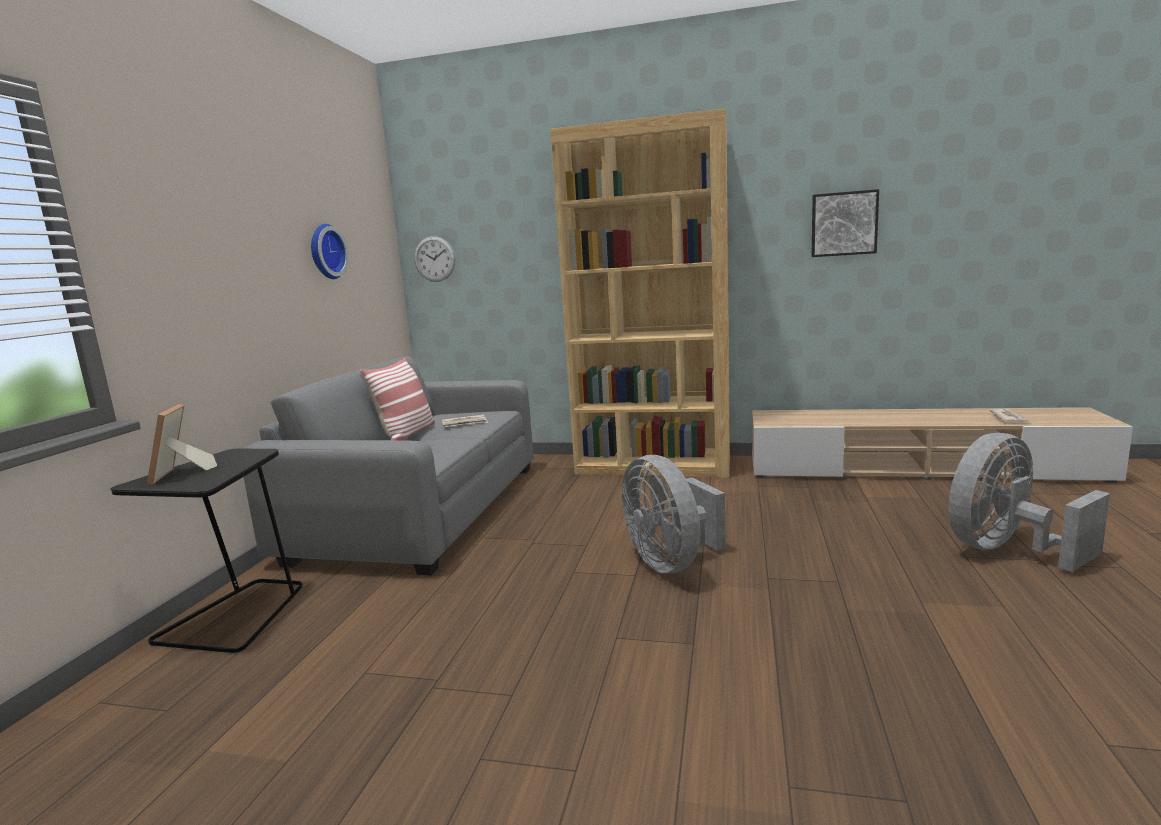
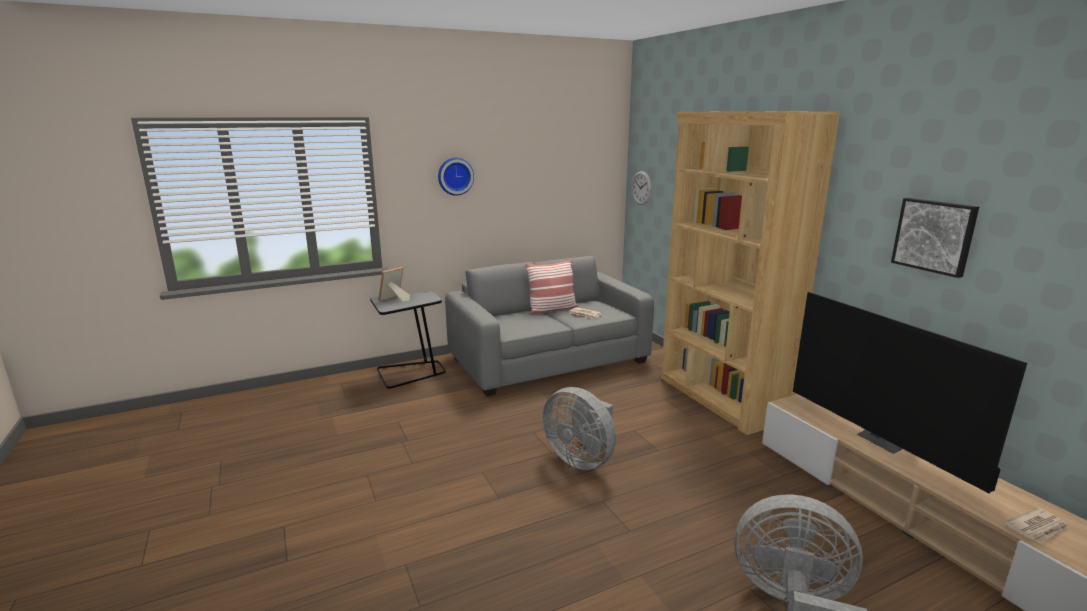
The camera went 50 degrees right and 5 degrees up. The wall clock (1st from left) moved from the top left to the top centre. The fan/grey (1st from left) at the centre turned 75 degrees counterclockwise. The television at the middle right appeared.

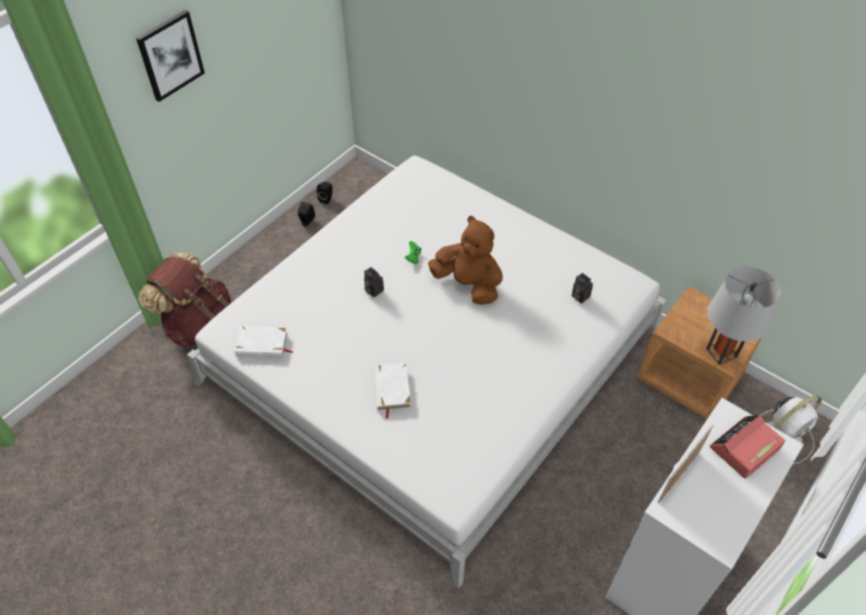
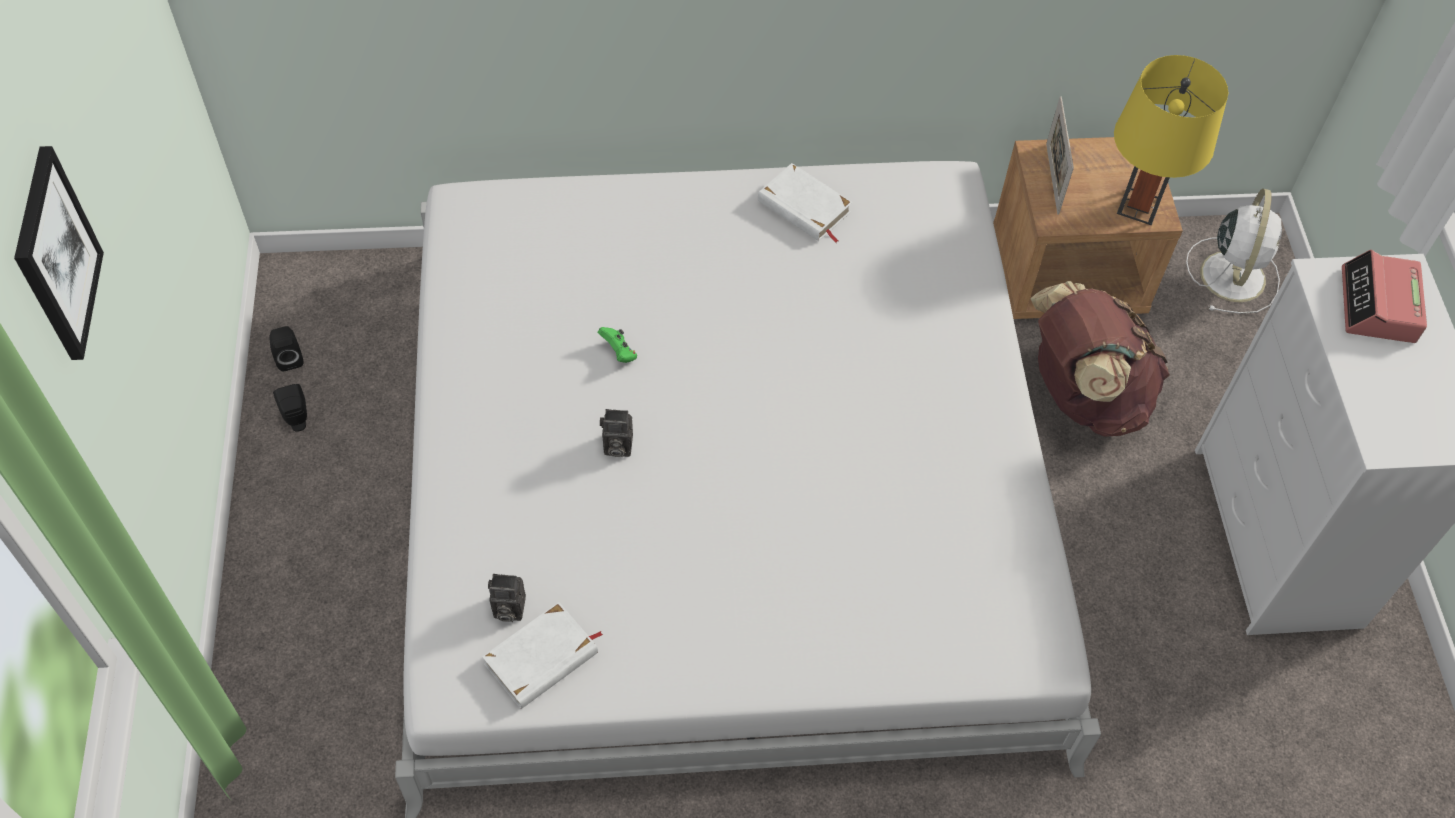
The camera went 45 degrees left and 5 degrees up. The photo camera (2nd from left in the first image) moved from the middle right to the bottom centre. The book/white (2nd from left) moved from the centre to the top centre. The backpack/brown moved from the middle left to the middle right. The picture frame moved from the bottom right to the top right. The table lamp/grey at the middle right became the table lamp/yellow at the top right. The plush toy/brown at the centre disappeared.

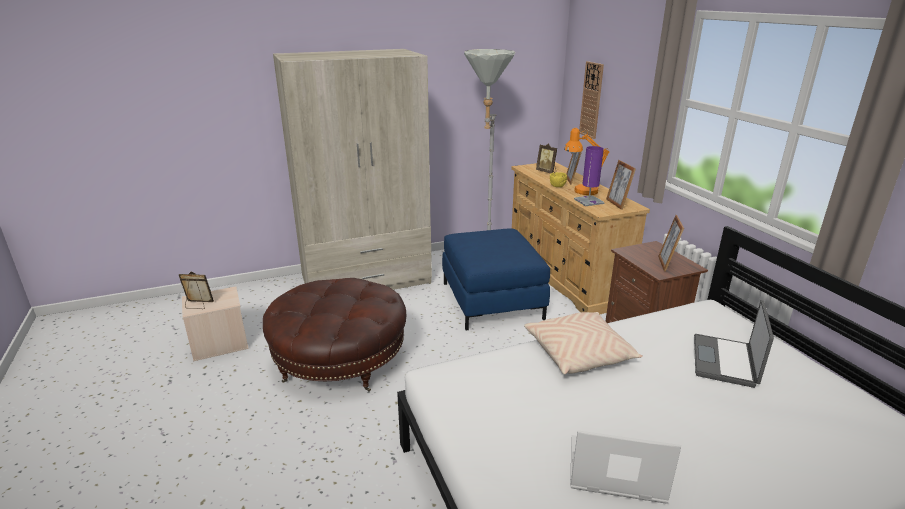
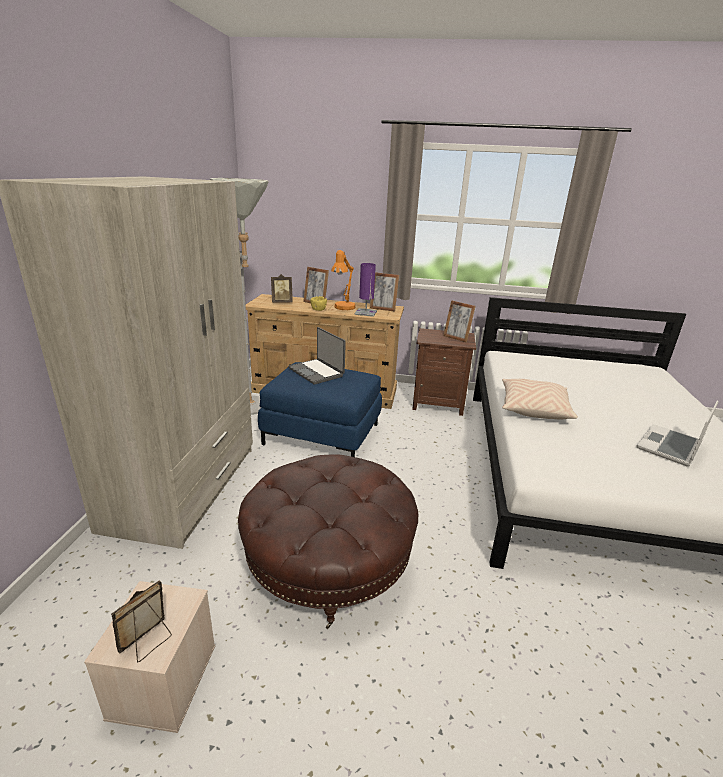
The camera went 60 degrees left and 0 degrees up. The laptop (2nd from left in the first image) moved from the bottom right to the centre. The wall clock at the top centre disappeared.

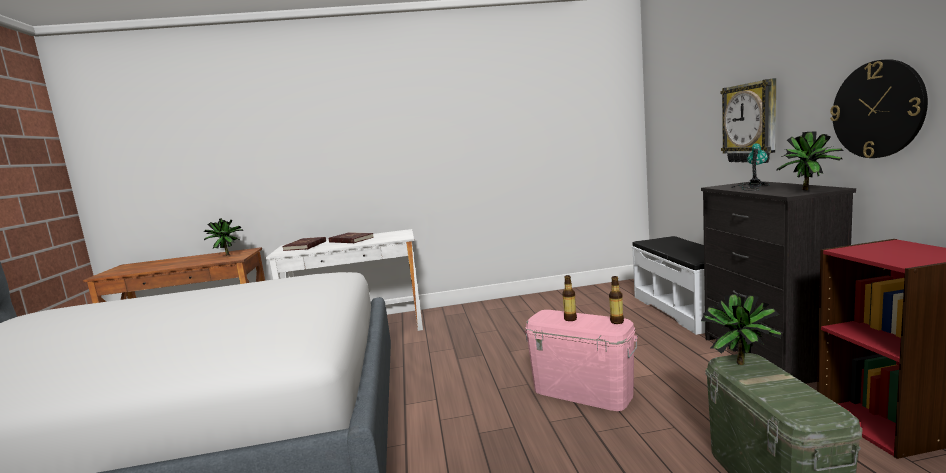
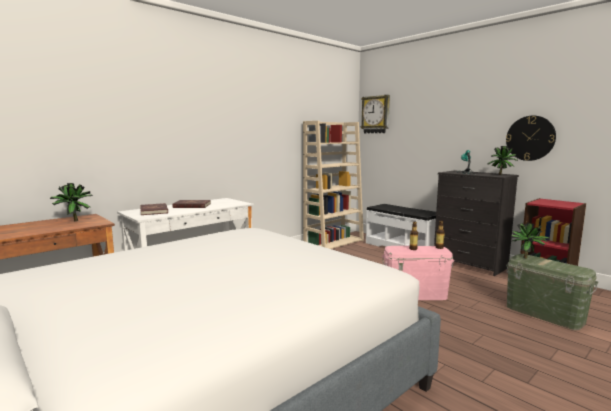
The camera went 35 degrees left and 0 degrees up. The bookcase/beige at the centre appeared. The wall clock (1st from left) moved from the top right to the top centre.

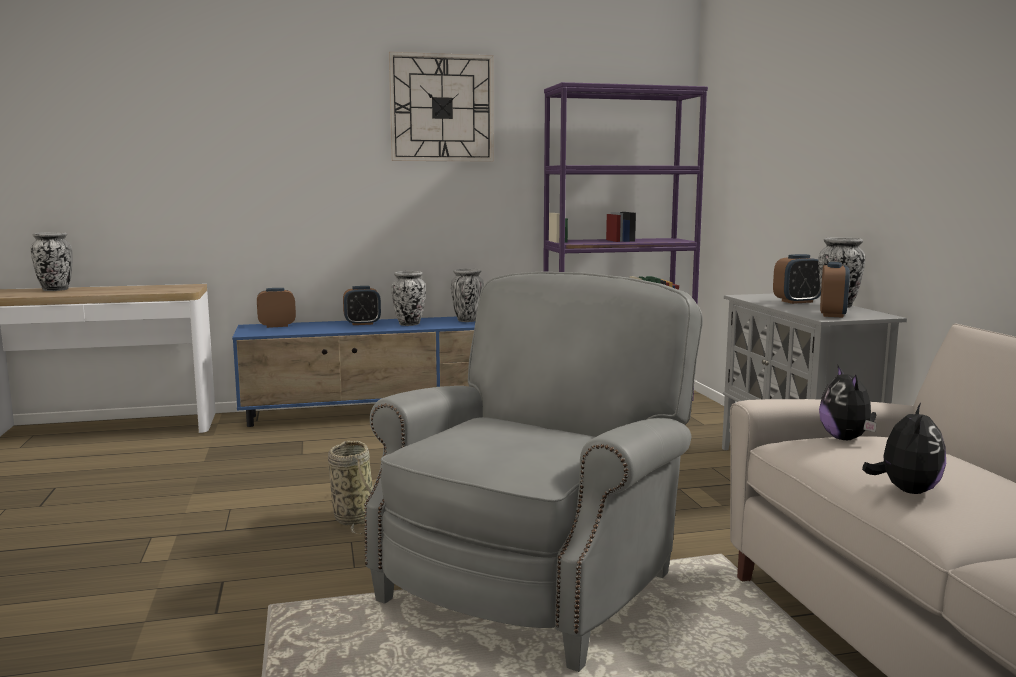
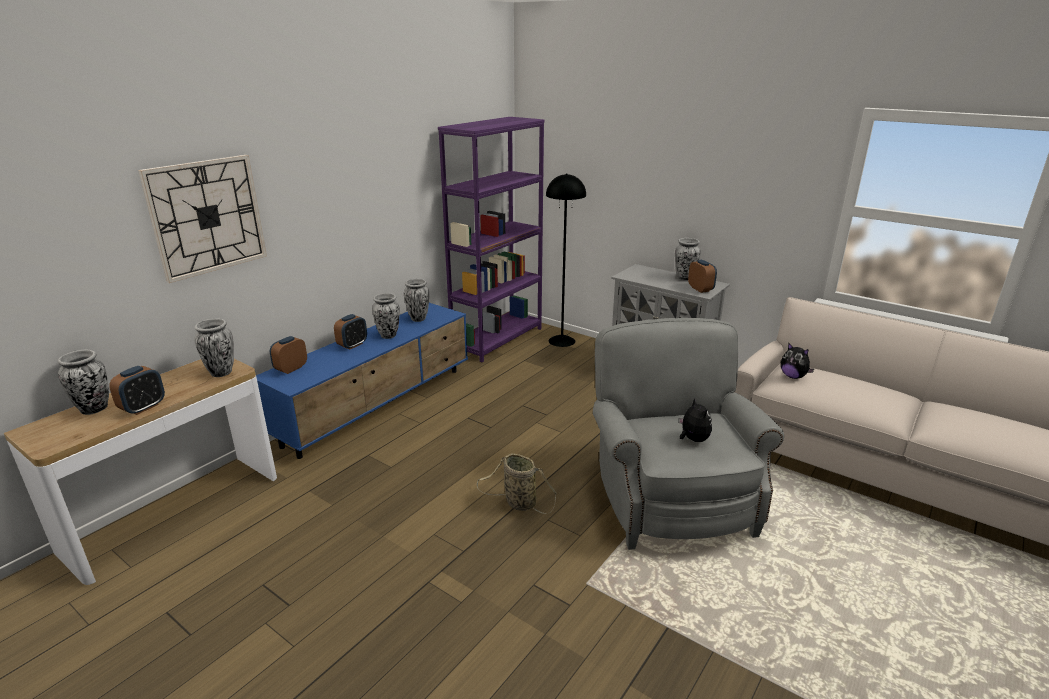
The camera went 40 degrees left and 15 degrees up. The alarm clock (3rd from left in the first image) moved from the middle right to the middle left. The wall clock moved from the top centre to the top left. The vase (2nd from left) at the middle left appeared. The floor lamp/black at the centre appeared. The plush toy (2nd from left in the first image) moved from the middle right to the centre.

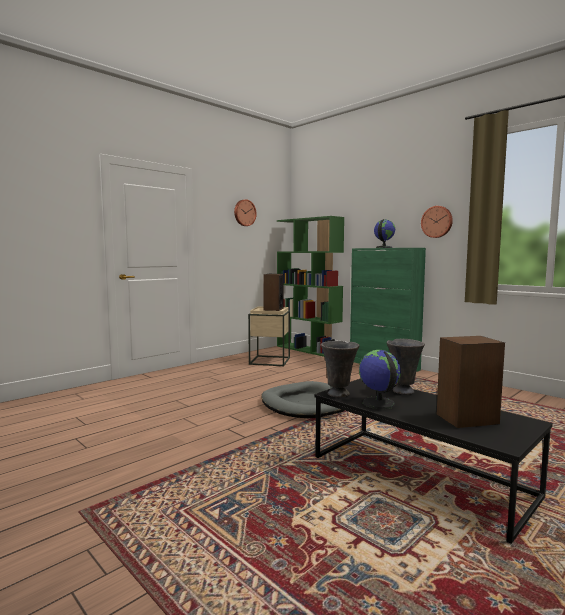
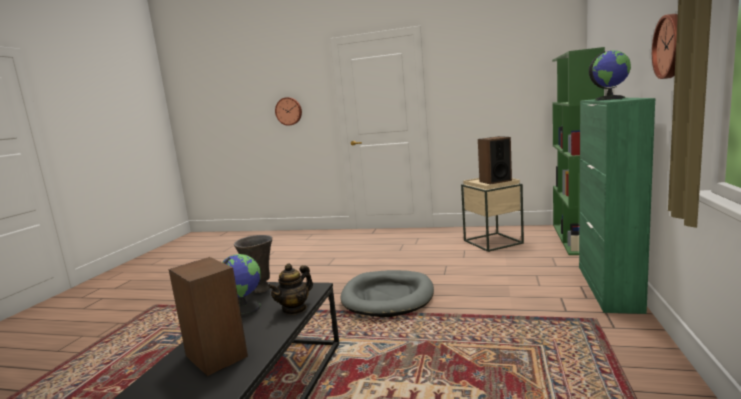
The camera went 60 degrees right and 5 degrees up. The vase/grey (2nd from left) at the middle right was replaced by the teapot at the bottom centre. The wall clock (1st from left) moved from the centre to the top centre.

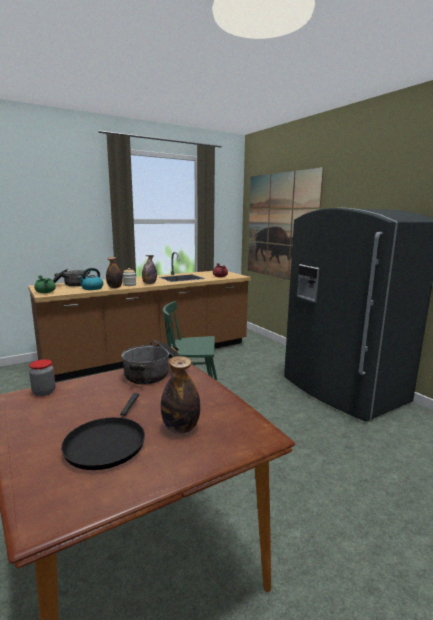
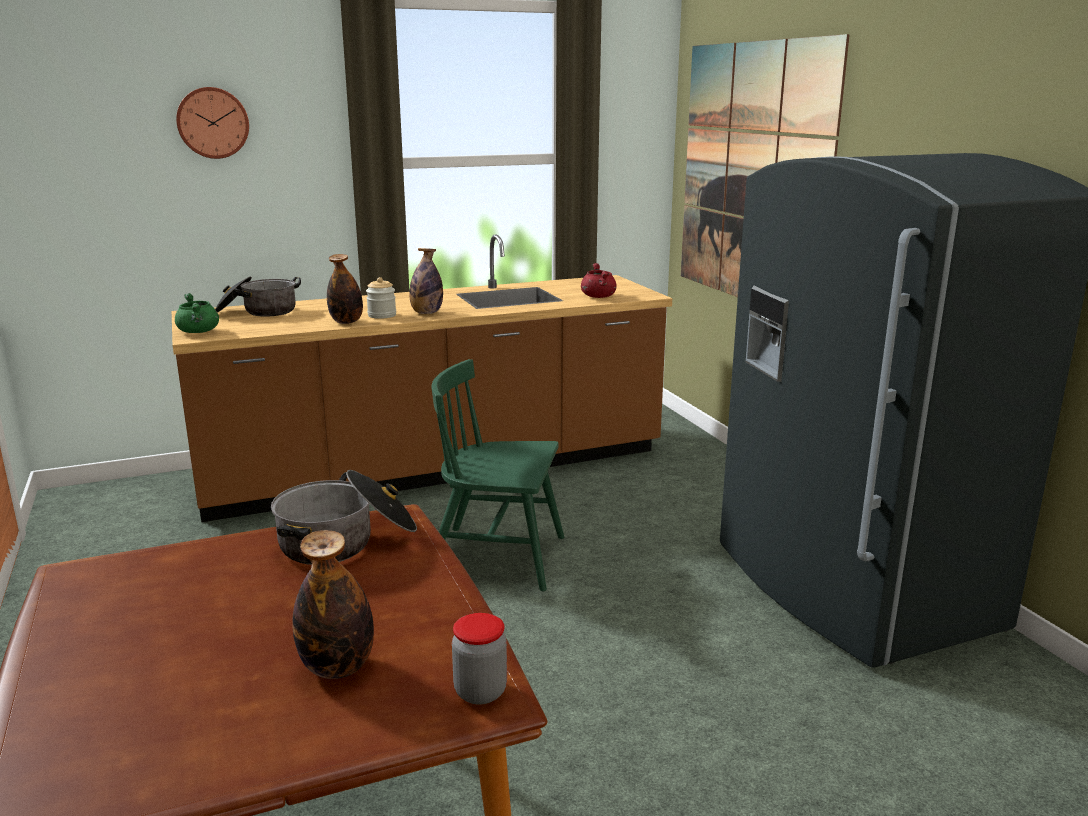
The camera went 10 degrees right and 5 degrees up. The wall clock at the top left appeared. The jar (1st from left in the first image) moved from the middle left to the bottom centre. The frying pan/black at the bottom left disappeared. The kettle at the middle left disappeared.

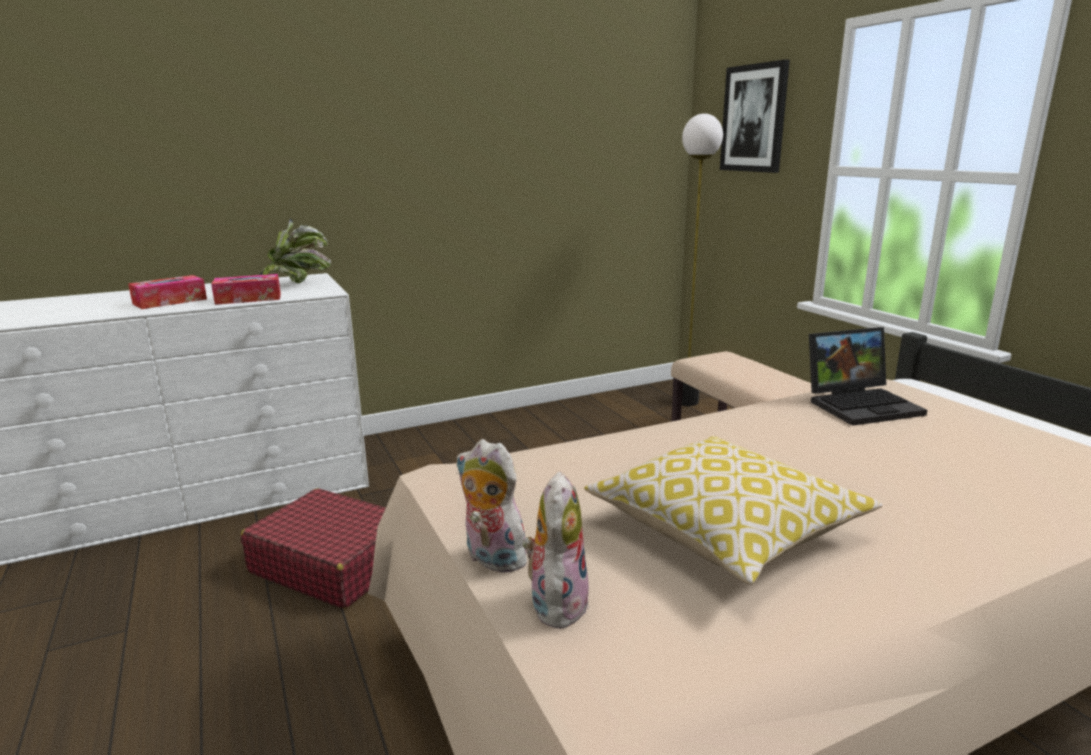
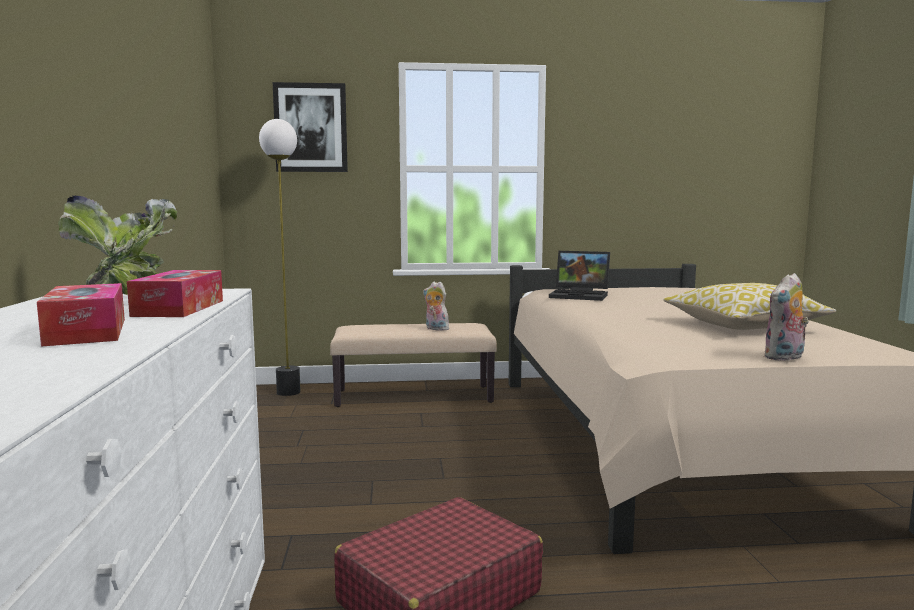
The camera went 70 degrees left and 10 degrees down. The plush toy (2nd from left in the first image) moved from the bottom centre to the centre. The laptop at the middle right turned 105 degrees clockwise.

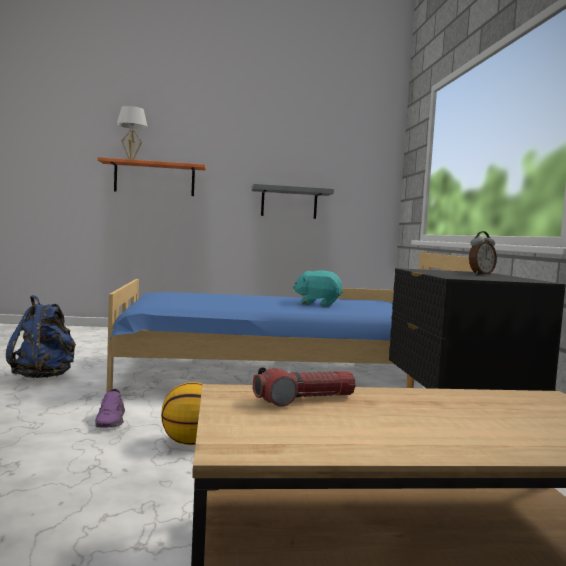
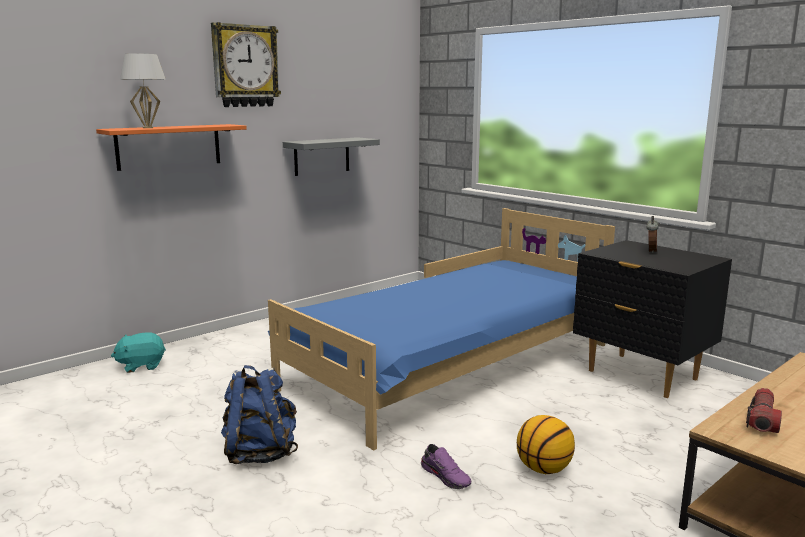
The camera went 35 degrees left and 10 degrees up. The plush toy/turquoise moved from the centre to the middle left. The wall clock at the top left appeared.

